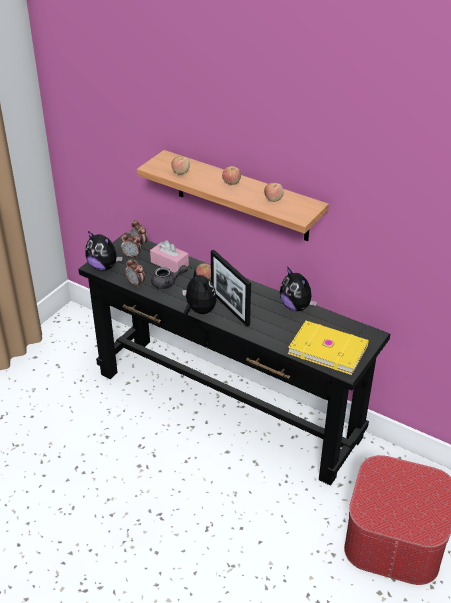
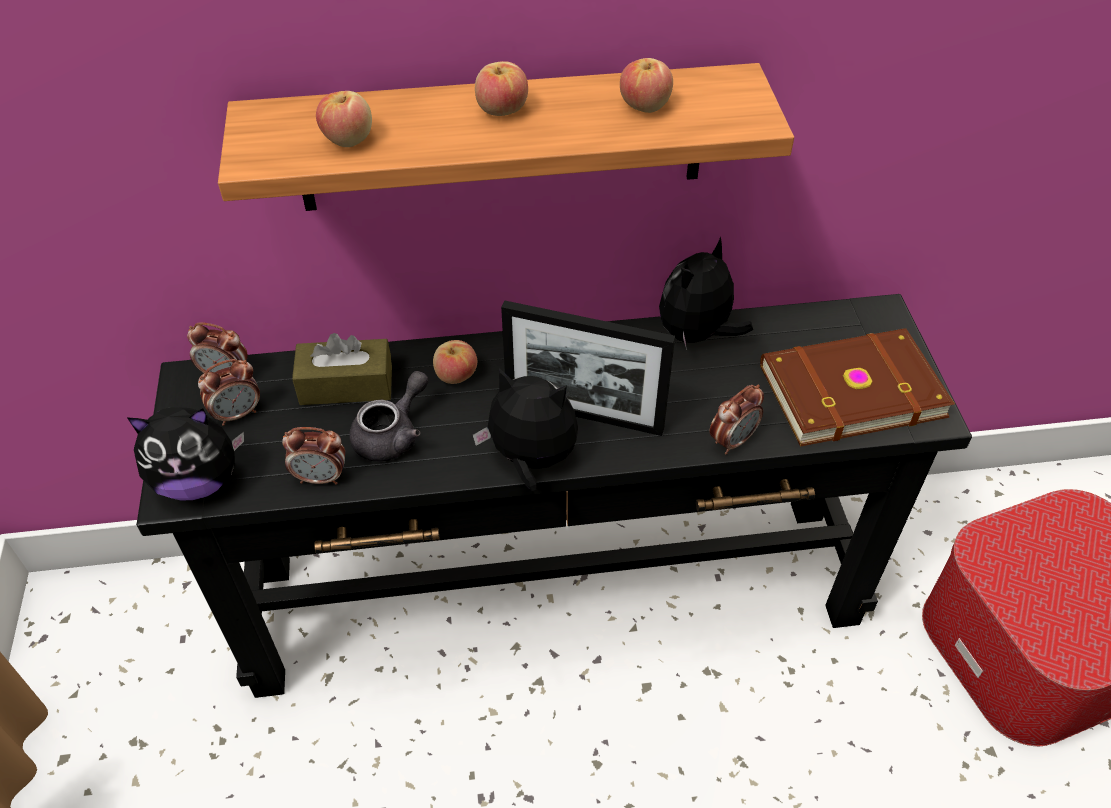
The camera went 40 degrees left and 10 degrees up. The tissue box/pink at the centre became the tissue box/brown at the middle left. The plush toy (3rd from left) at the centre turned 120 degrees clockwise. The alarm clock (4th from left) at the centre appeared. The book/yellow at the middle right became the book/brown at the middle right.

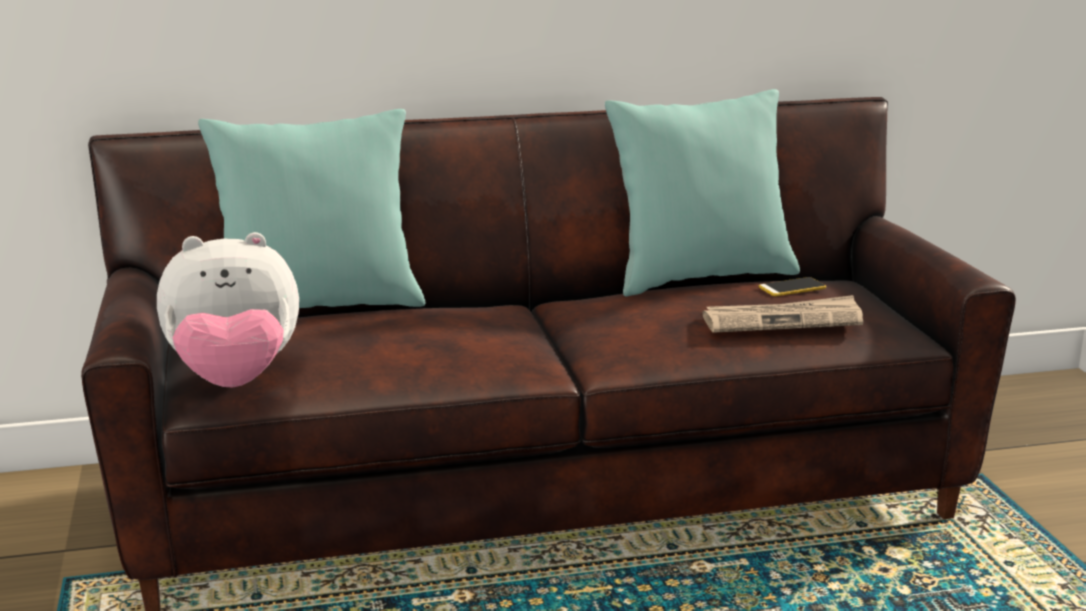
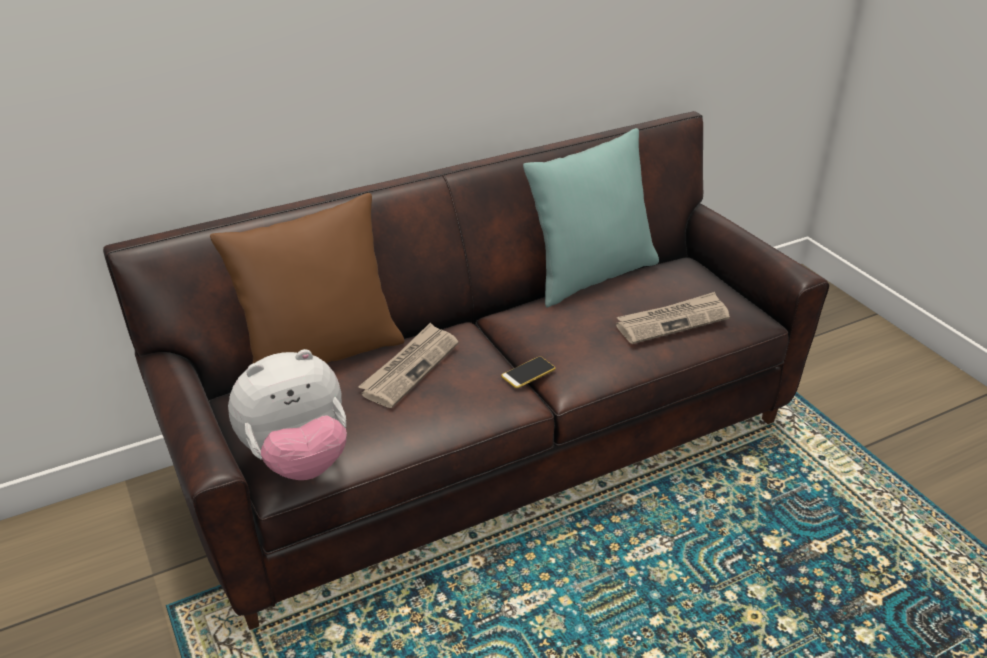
The camera went 15 degrees left and 15 degrees up. The pillow/turquoise (1st from left) at the middle left became the pillow/brown at the middle left. The newspaper (1st from left) at the centre appeared. The phone moved from the middle right to the centre.

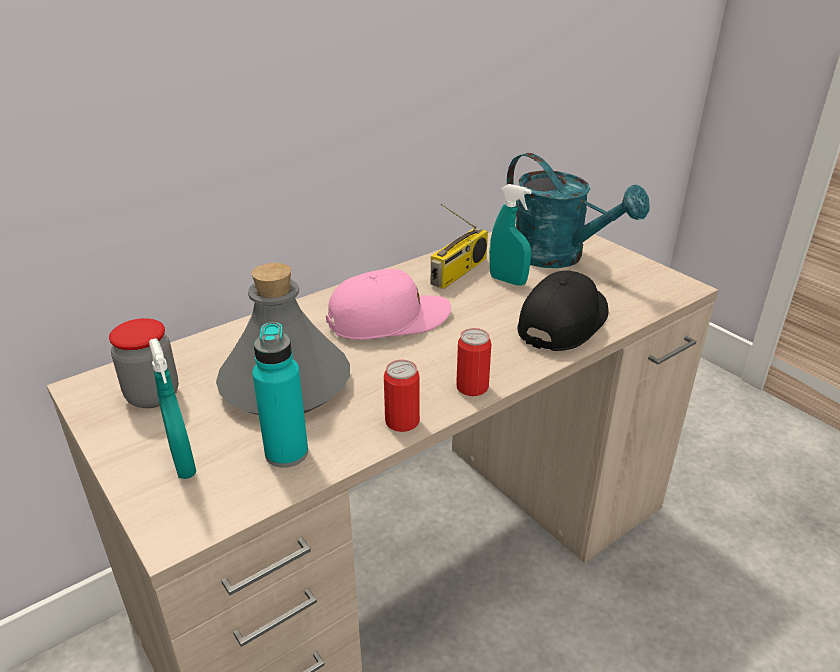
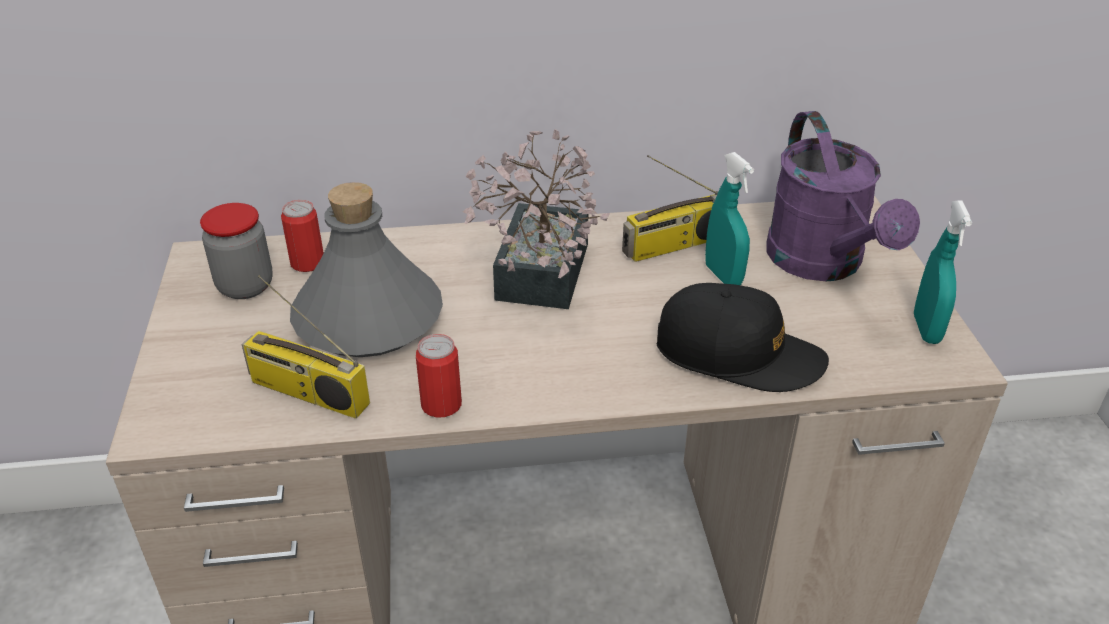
The camera went 30 degrees right and 5 degrees up. The bottle/turquoise at the centre was replaced by the radio (1st from left) at the middle left. The can (2nd from left in the first image) moved from the centre to the middle left. The cap/pink at the centre was replaced by the potted plant at the centre. The cap/black at the middle right turned 45 degrees clockwise. The watering can/turquoise at the top right became the watering can/purple at the top right. The spray bottle/turquoise (1st from left in the first image) moved from the middle left to the middle right.

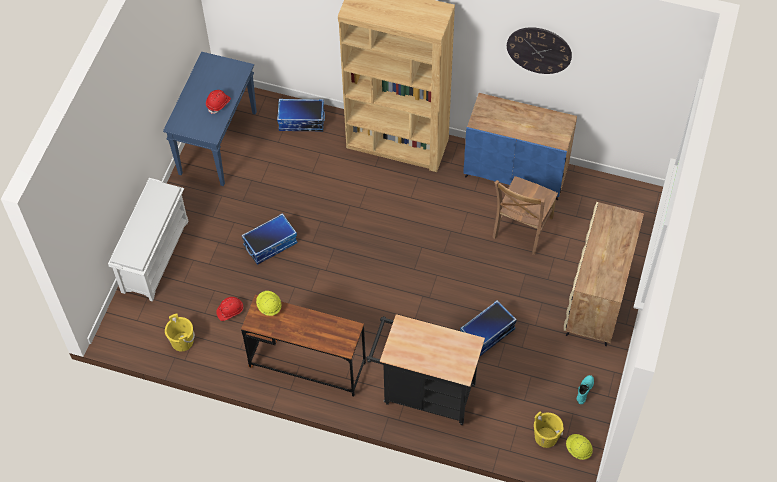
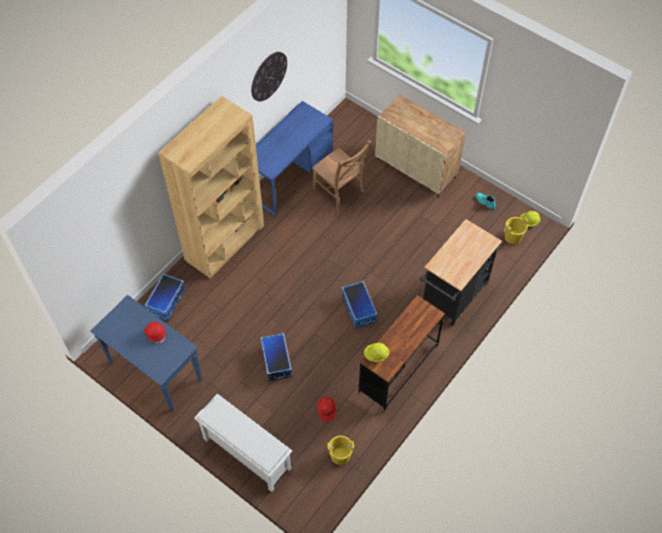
The camera went 70 degrees left and 0 degrees up. The cabinet/blue at the top right was replaced by the desk/blue at the top centre. The storage box (3rd from left) moved from the bottom centre to the centre.

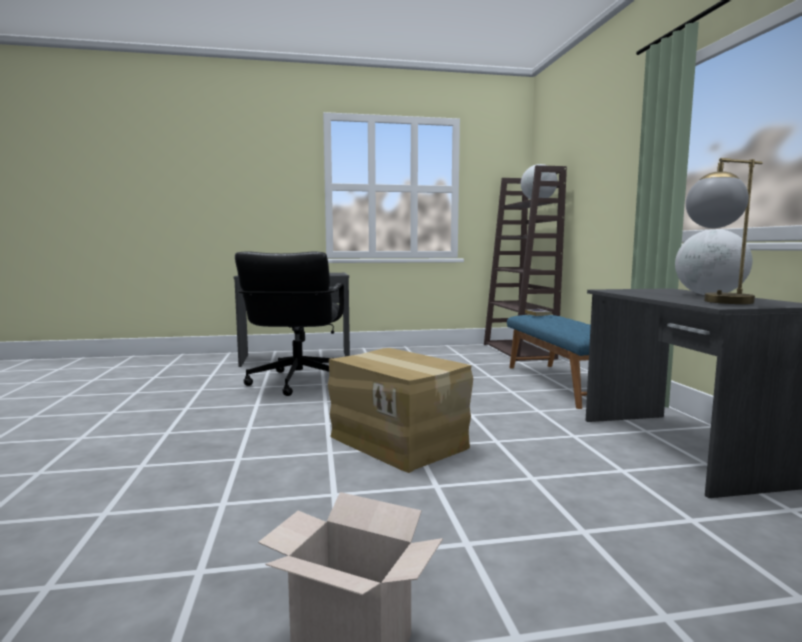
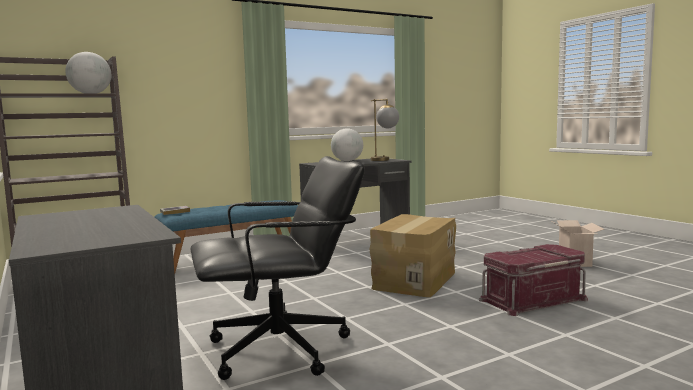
The camera went 110 degrees left and 0 degrees up. The storage box/red at the bottom right appeared.

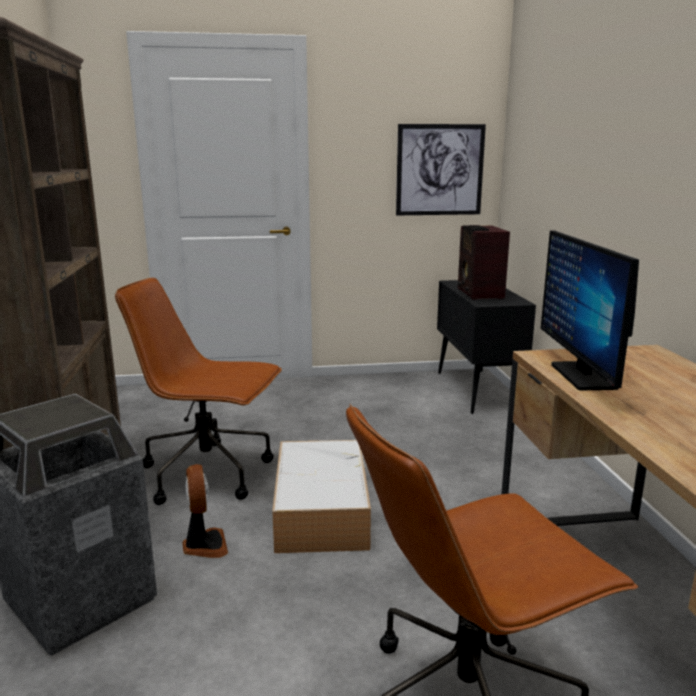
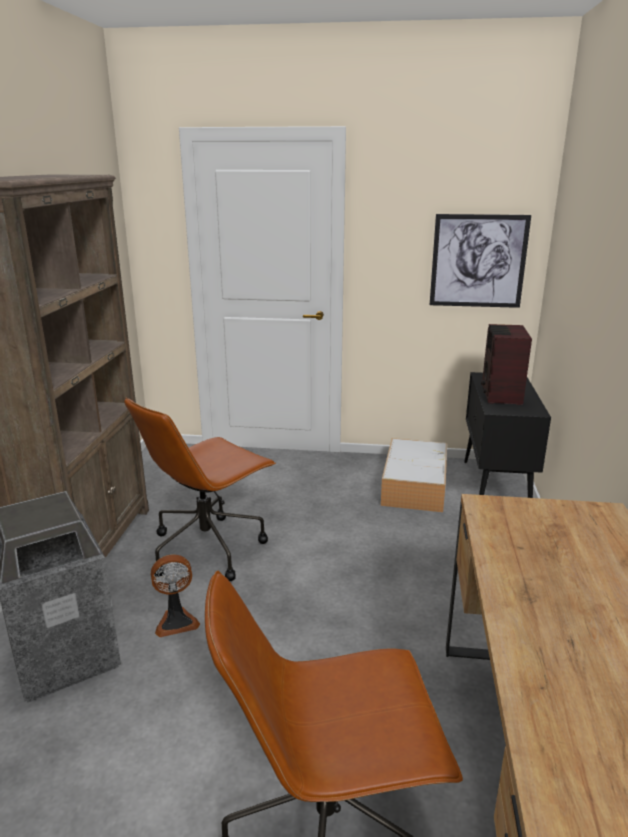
The camera went 15 degrees right and 5 degrees up. The office chair/brown (1st from left) at the middle left turned 75 degrees counterclockwise. The fan at the bottom left turned 75 degrees clockwise. The storage box moved from the bottom centre to the centre. The monitor at the middle right disappeared.

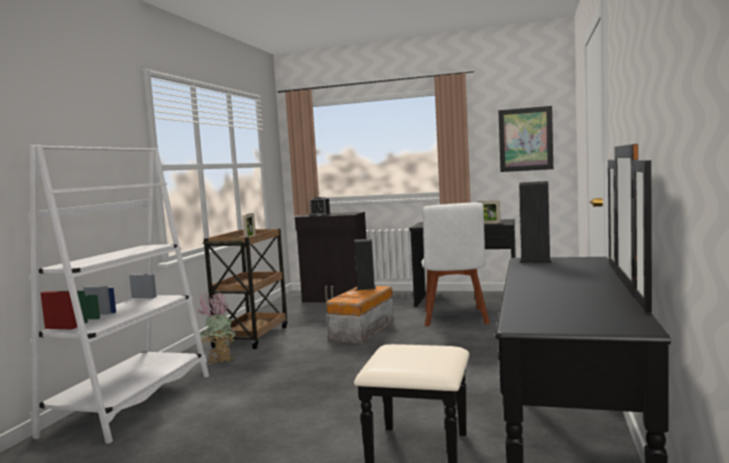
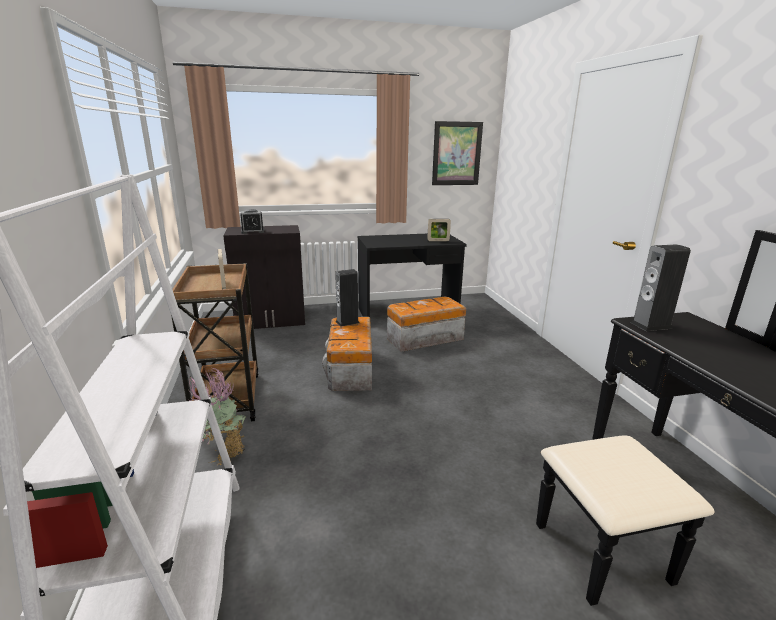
The camera went 30 degrees left and 15 degrees up. The chair/white at the centre was replaced by the storage box (2nd from left) at the centre.

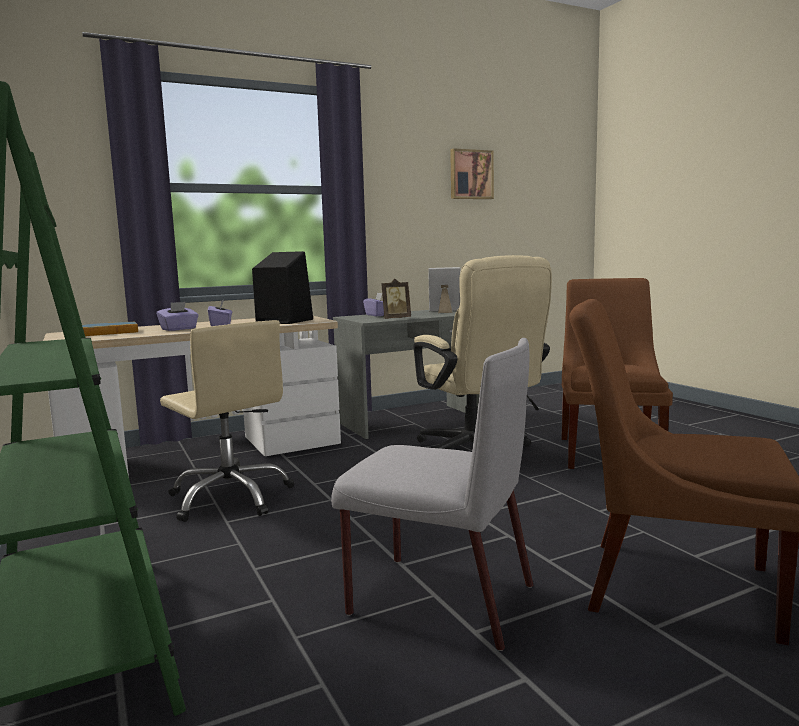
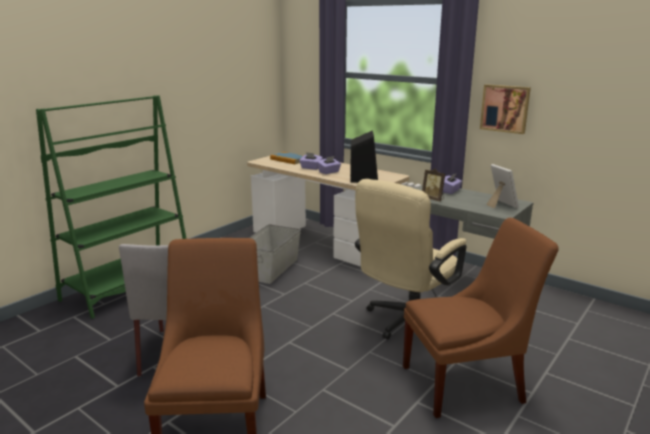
The camera went 65 degrees right and 10 degrees up. The office chair/beige (1st from left) at the middle left was replaced by the storage box/grey at the centre. The picture moved from the top centre to the top right.

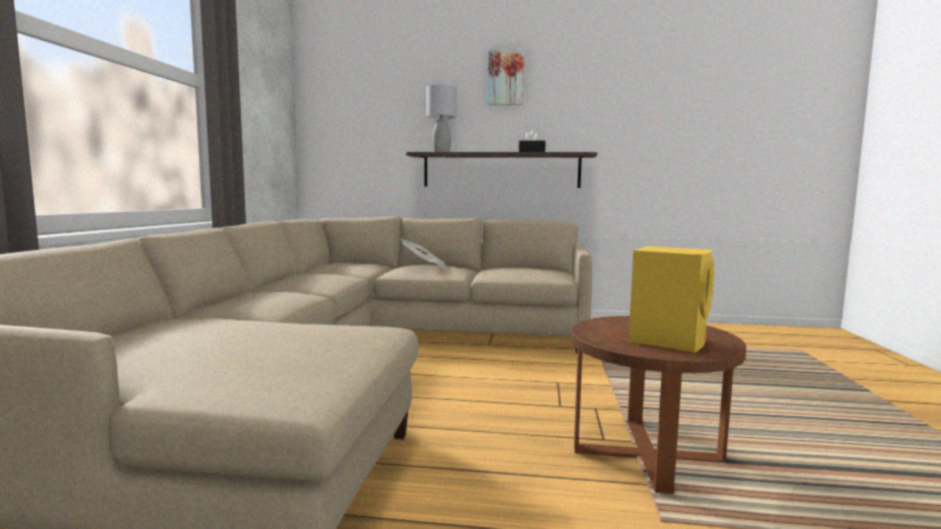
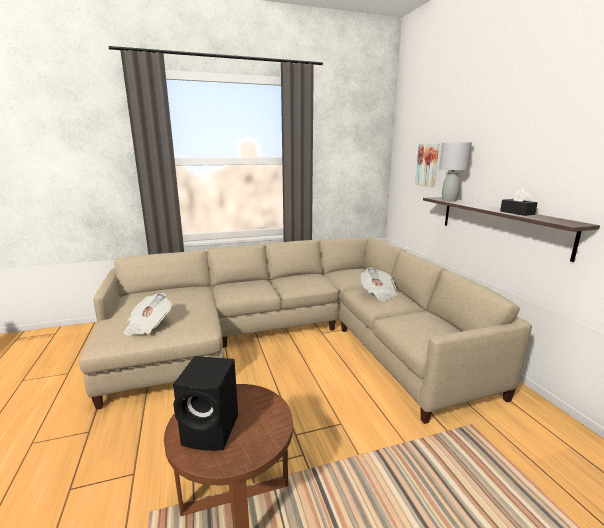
The camera went 65 degrees right and 10 degrees up. The newspaper (1st from left) at the middle left appeared. The speaker/yellow at the middle right became the speaker/black at the bottom centre. The picture moved from the top centre to the top right.

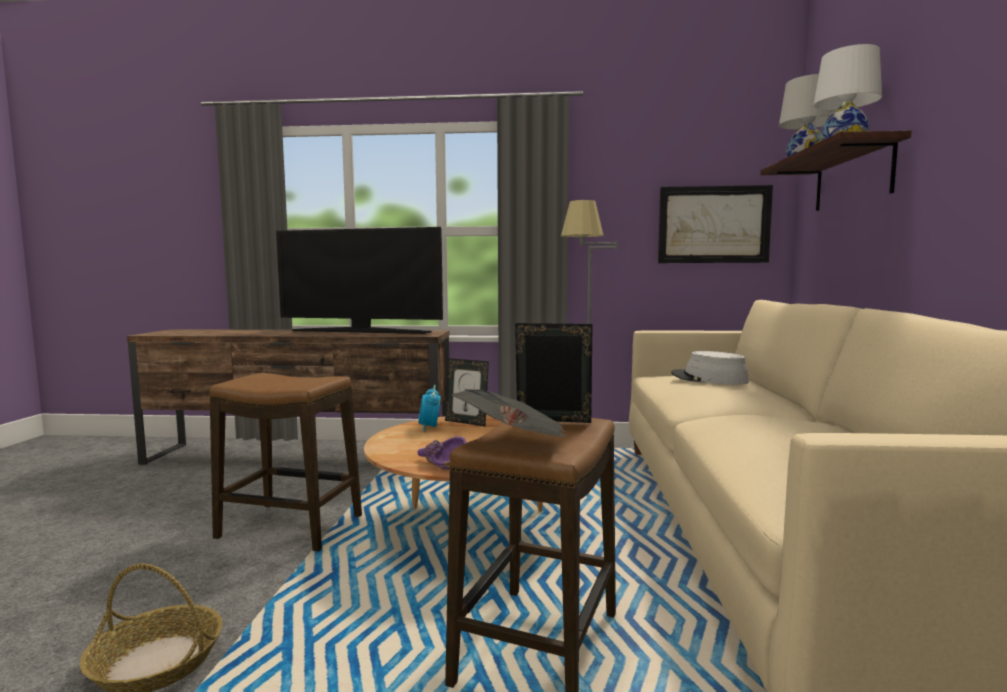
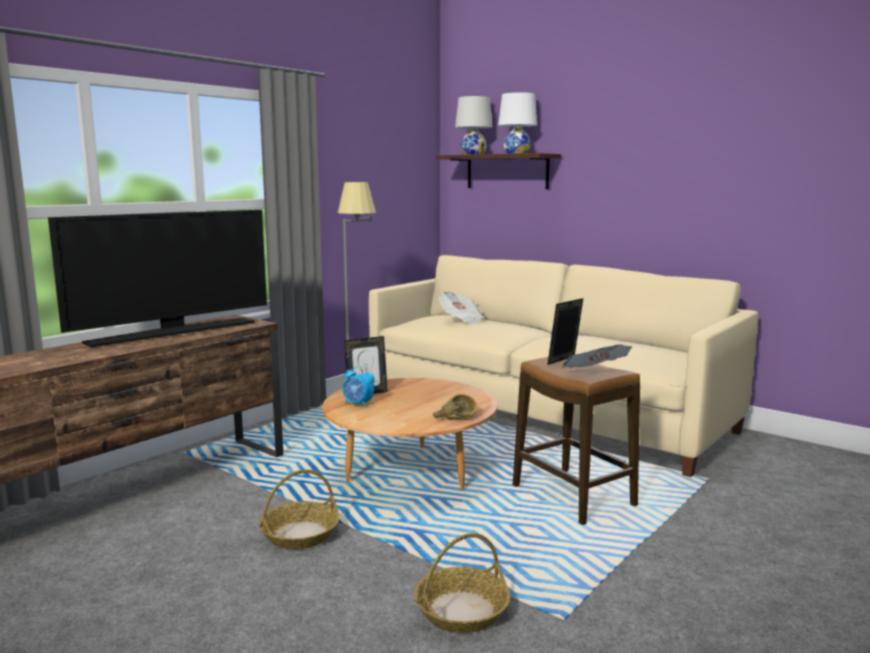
The camera went 55 degrees left and 5 degrees up. The stool (1st from left) at the bottom left was replaced by the basket (1st from left) at the bottom centre. The bowl/purple at the centre became the bowl/brown at the centre. The hat/grey at the middle right was replaced by the newspaper (1st from left) at the centre. The picture at the top right disappeared.

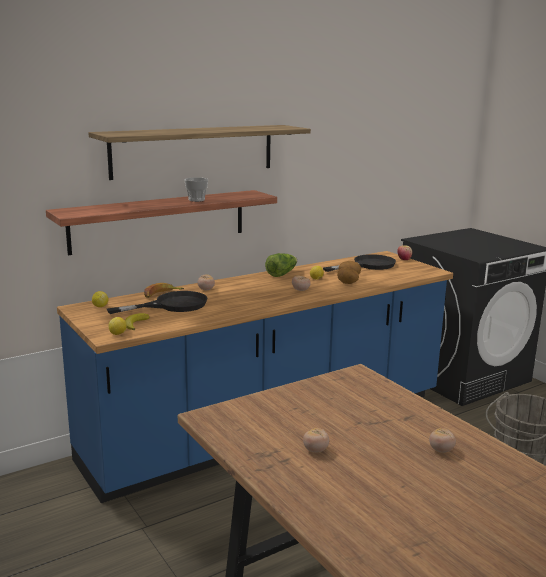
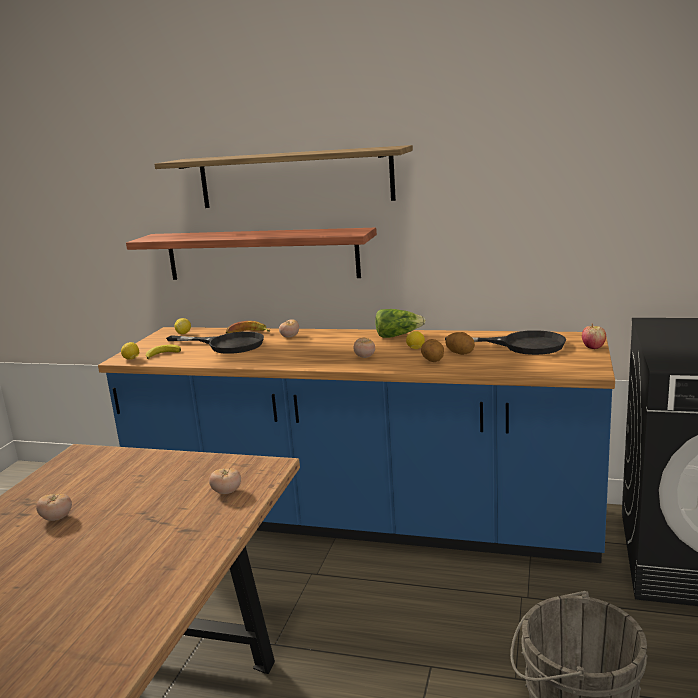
The camera went 50 degrees right and 0 degrees up. The tomato (4th from left in the first image) moved from the bottom right to the bottom left. The cup at the top centre disappeared.

